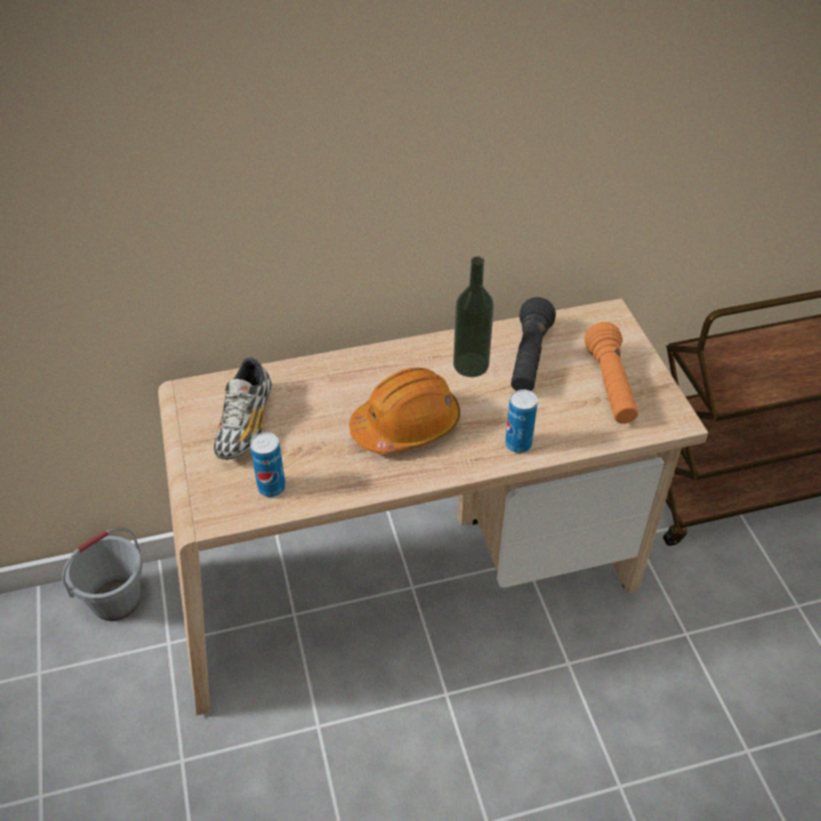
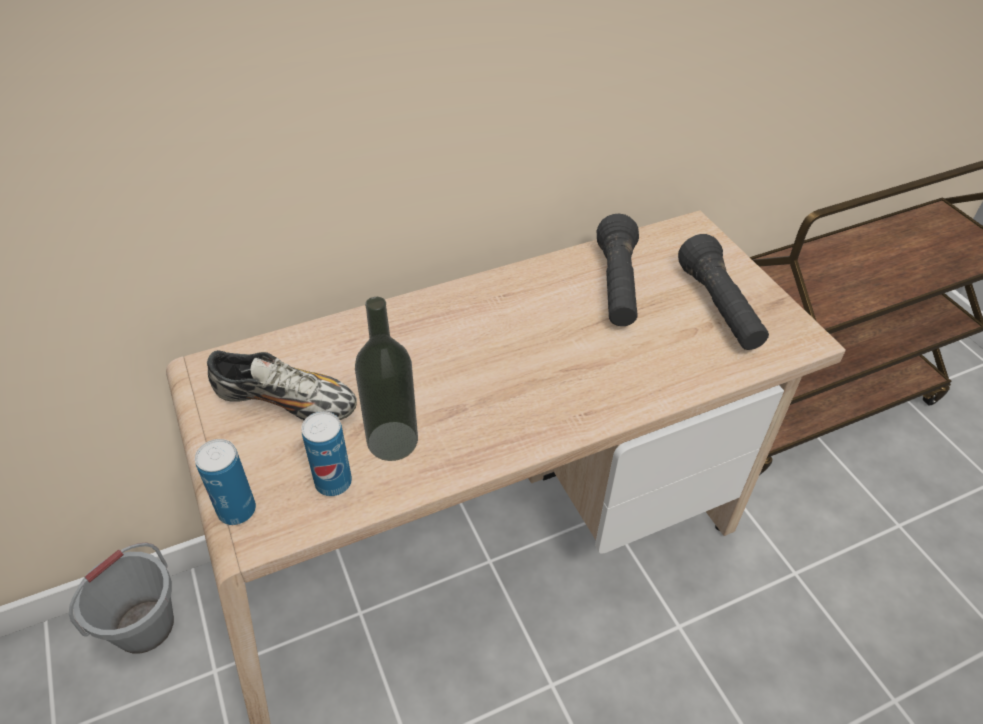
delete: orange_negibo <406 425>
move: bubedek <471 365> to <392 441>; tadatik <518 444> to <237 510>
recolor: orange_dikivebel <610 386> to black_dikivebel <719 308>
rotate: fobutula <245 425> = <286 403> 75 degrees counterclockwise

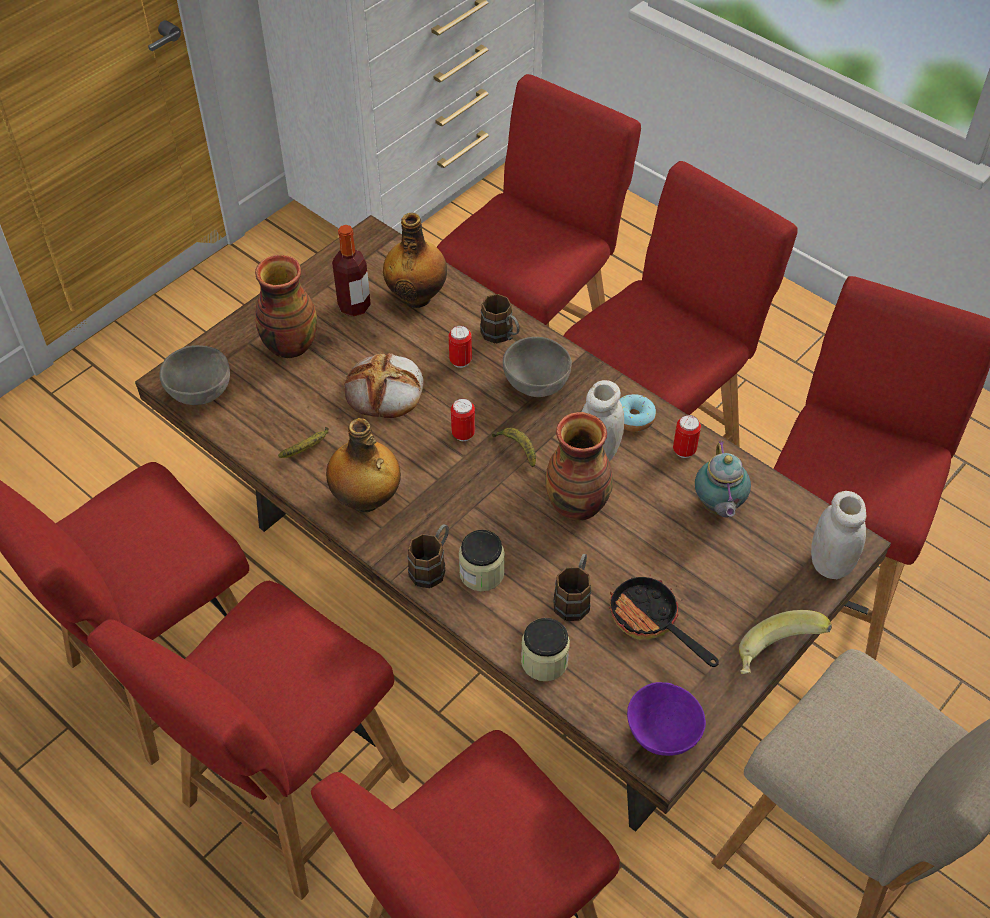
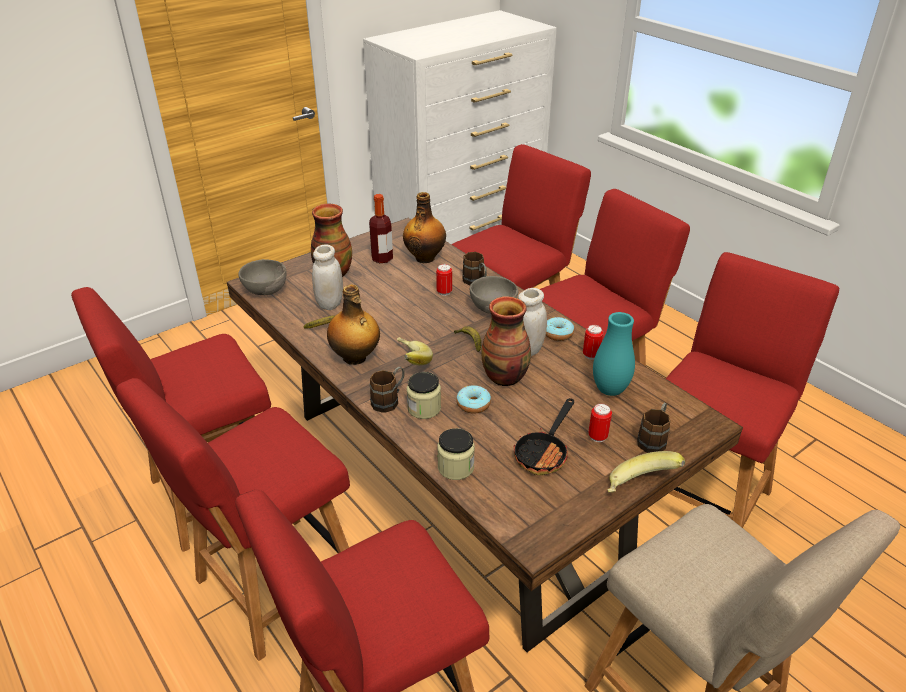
delete: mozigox <385 391>; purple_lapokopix <661 737>
insert: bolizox <409 363>; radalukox <473 404>
move: tadatik <463 434> to <597 436>; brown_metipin <574 598> to <653 439>; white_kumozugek <830 563> to <330 304>
replace: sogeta <717 507> to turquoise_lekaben <610 390>
rotate: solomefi <651 621> = <544 453> 120 degrees counterclockwise

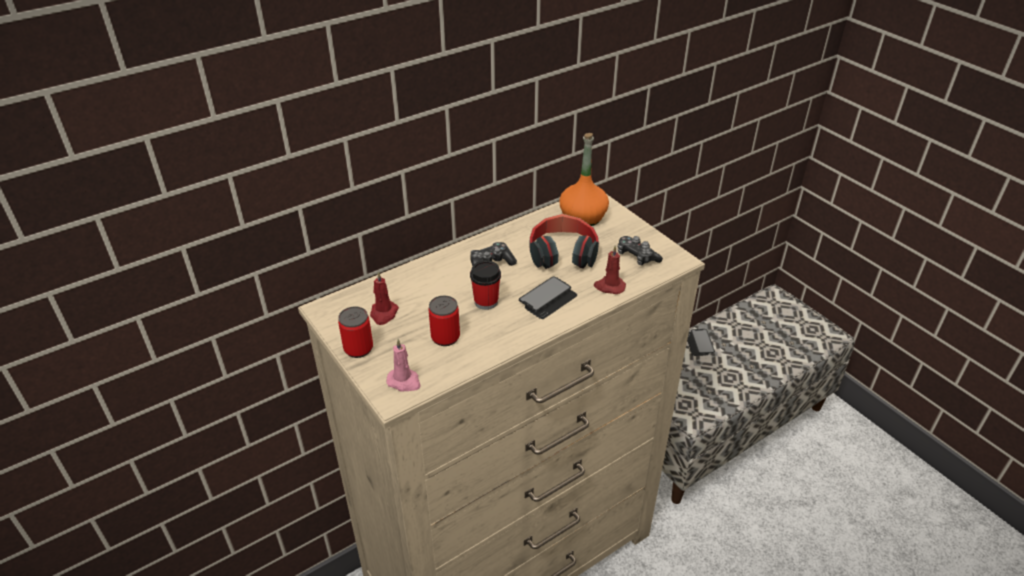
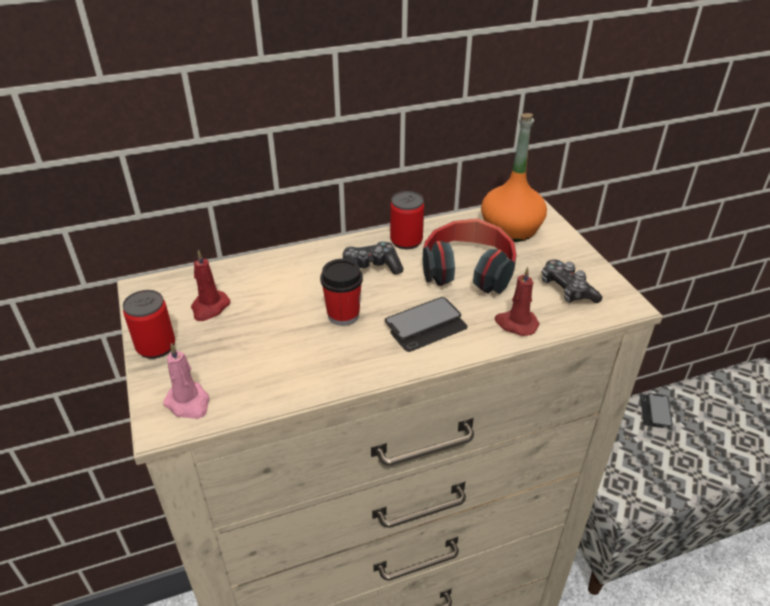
move: tadatik <445 337> to <406 241>

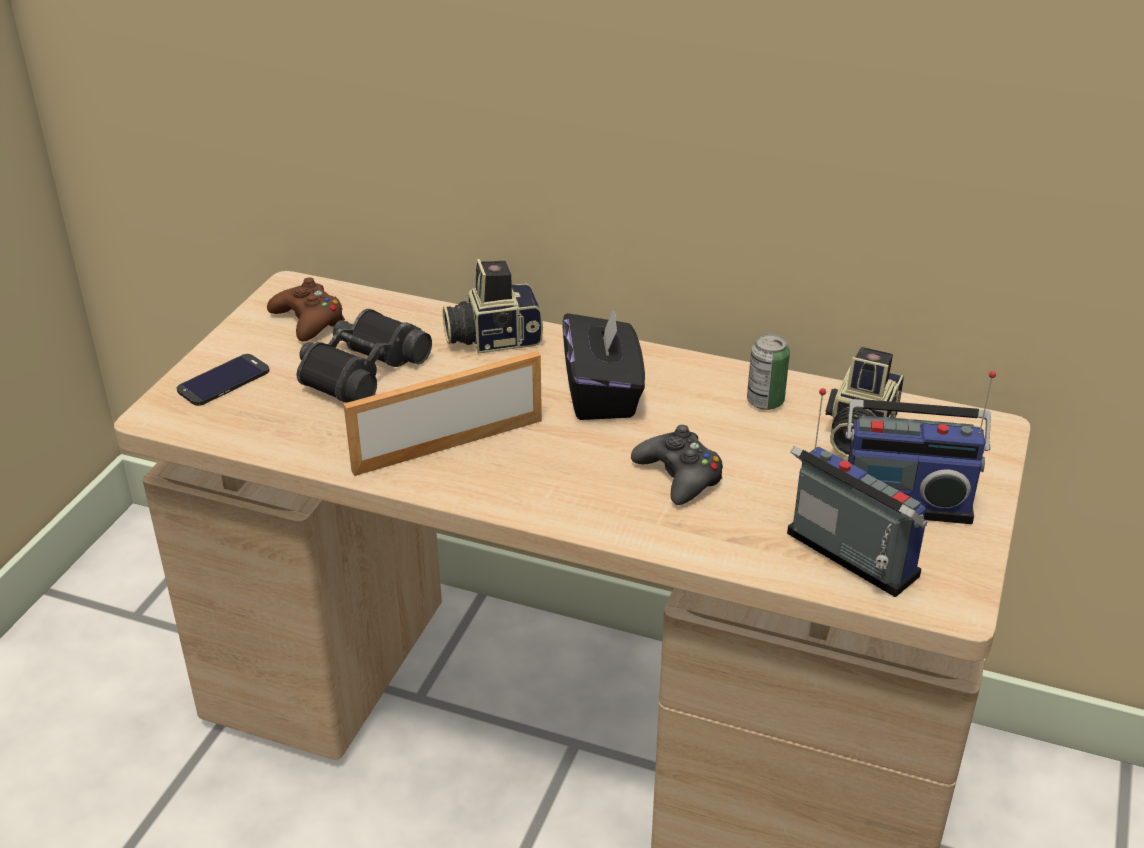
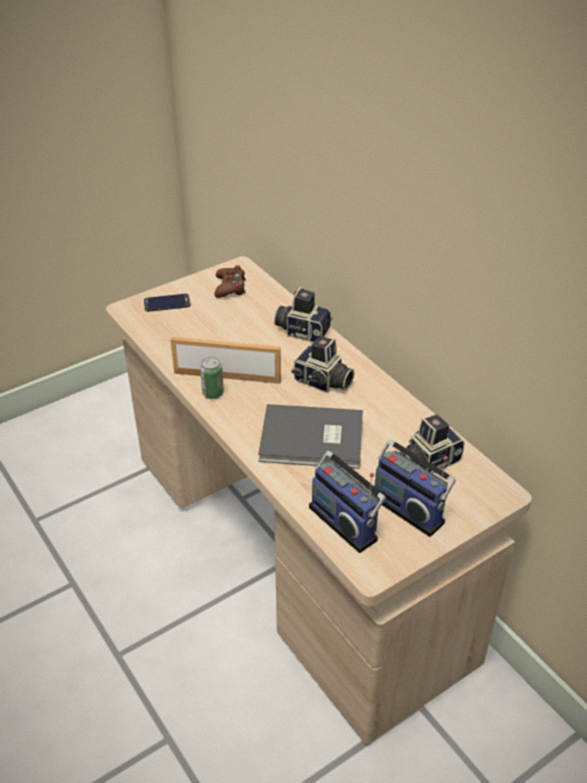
delete: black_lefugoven <360 370>
move: tadatik <765 401> to <213 393>
replace: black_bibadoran <602 394> to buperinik <323 382>; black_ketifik <679 476> to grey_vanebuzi <313 441>
rotate: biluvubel <847 559> = <346 521> 150 degrees clockwise

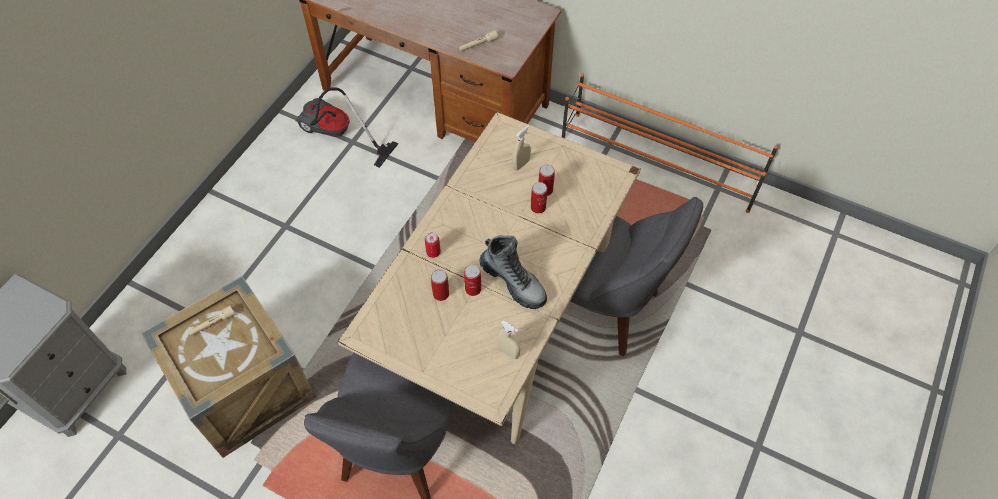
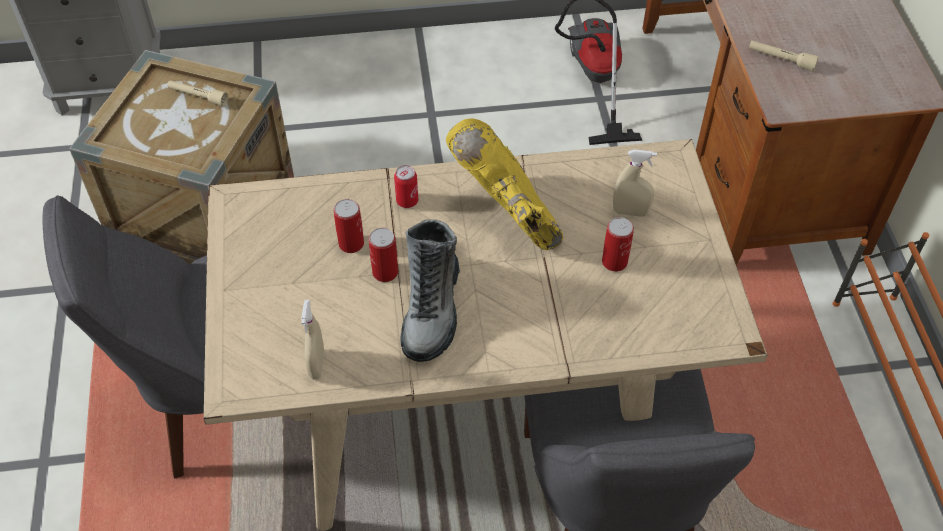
delete: tadatik <538 207>
insert: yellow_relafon <507 216>

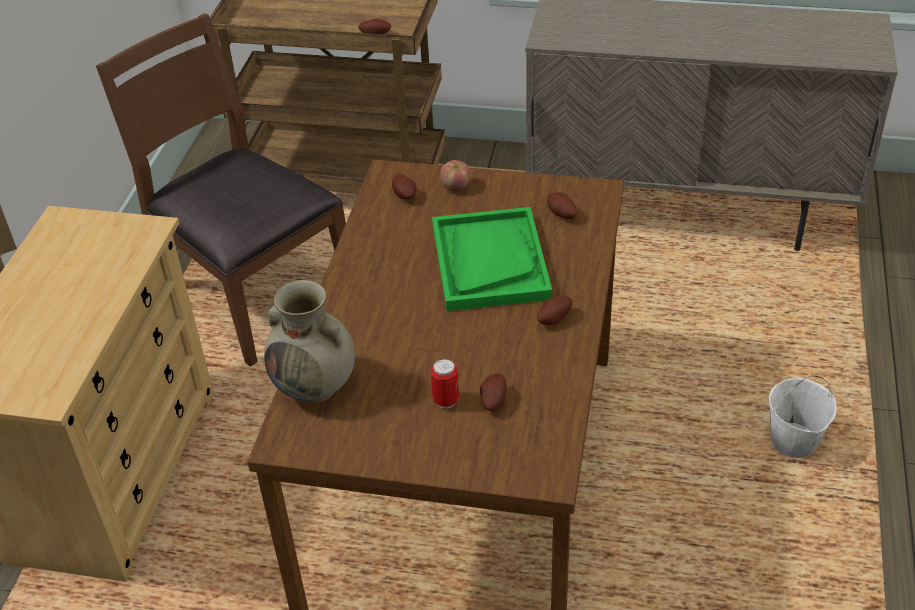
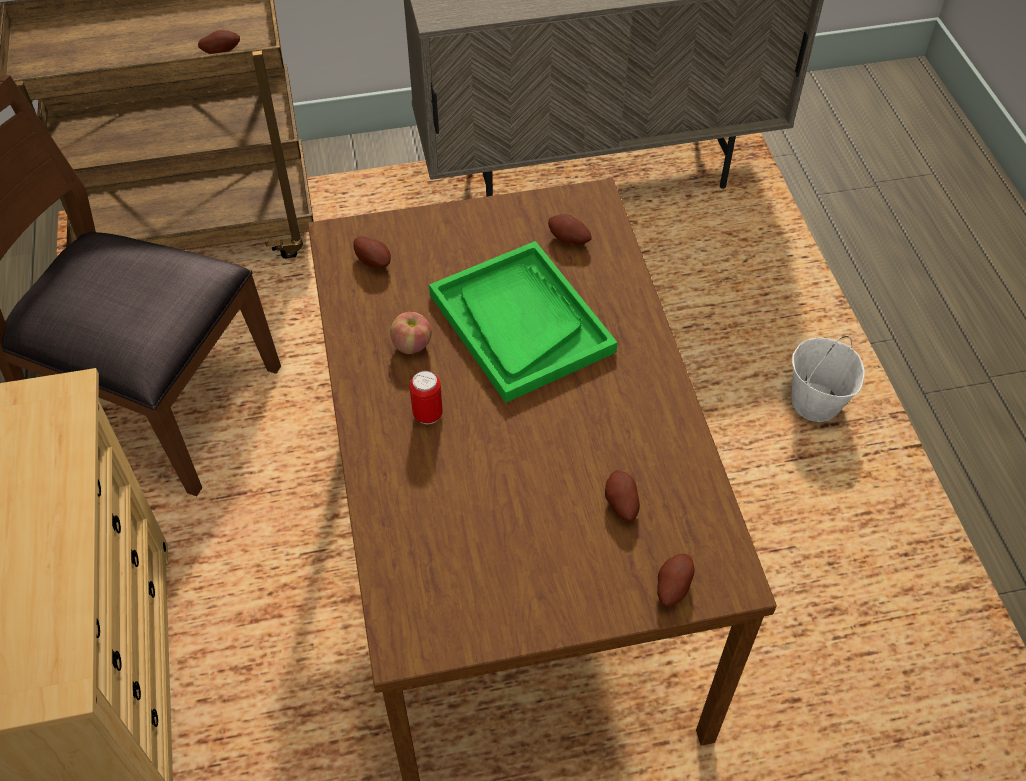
delete: beige_lekaben <316 386>
move: tadatik <446 400> to <428 415>; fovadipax <456 187> to <412 345>; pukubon <553 318> to <672 587>

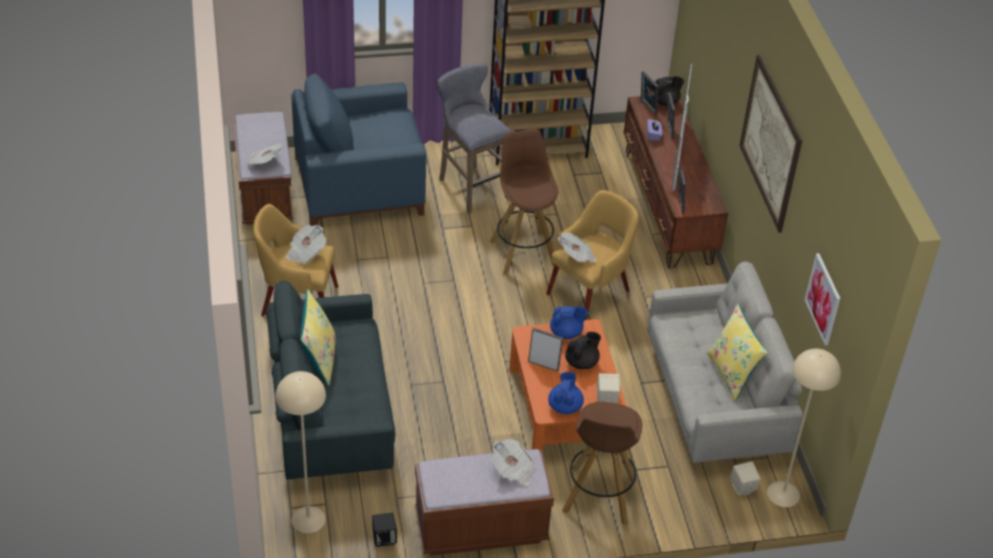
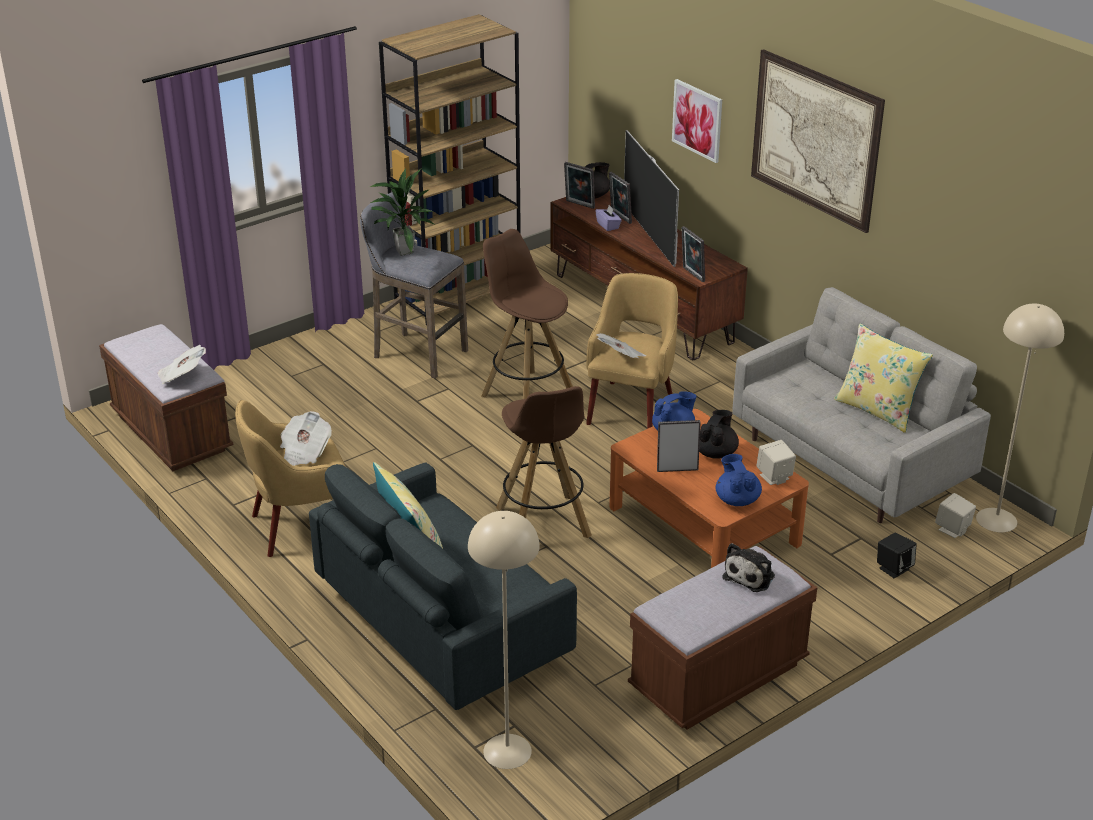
delete: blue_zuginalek <360 184>
insert: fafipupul <403 251>
move: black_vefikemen <384 538> to <894 568>; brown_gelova <599 497> to <543 524>; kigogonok <823 299> to <697 120>
replace: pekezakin <513 470> to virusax <751 575>

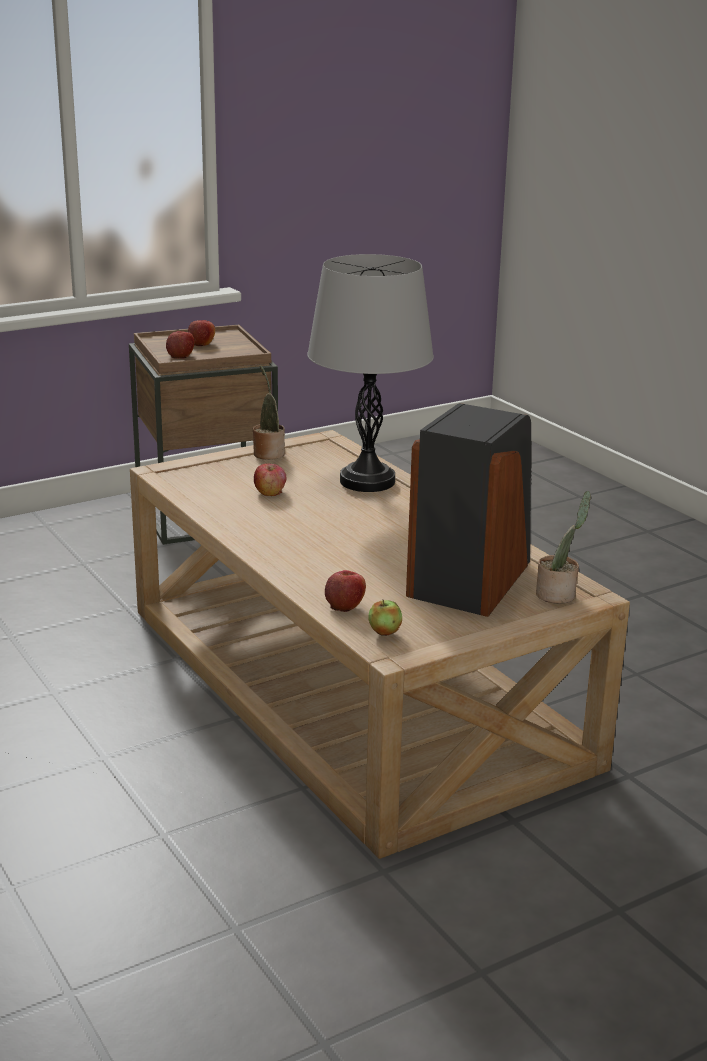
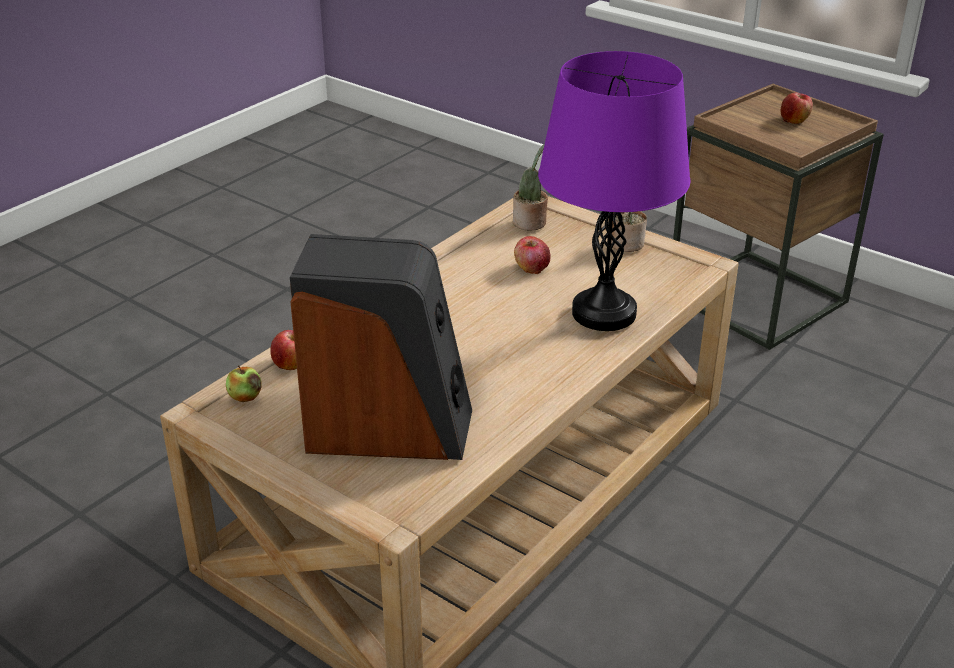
delete: fovadipax <180 355>
move: fafipupul <558 594> to <530 223>
recolor: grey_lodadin <367 481> to purple_lodadin <604 313>

